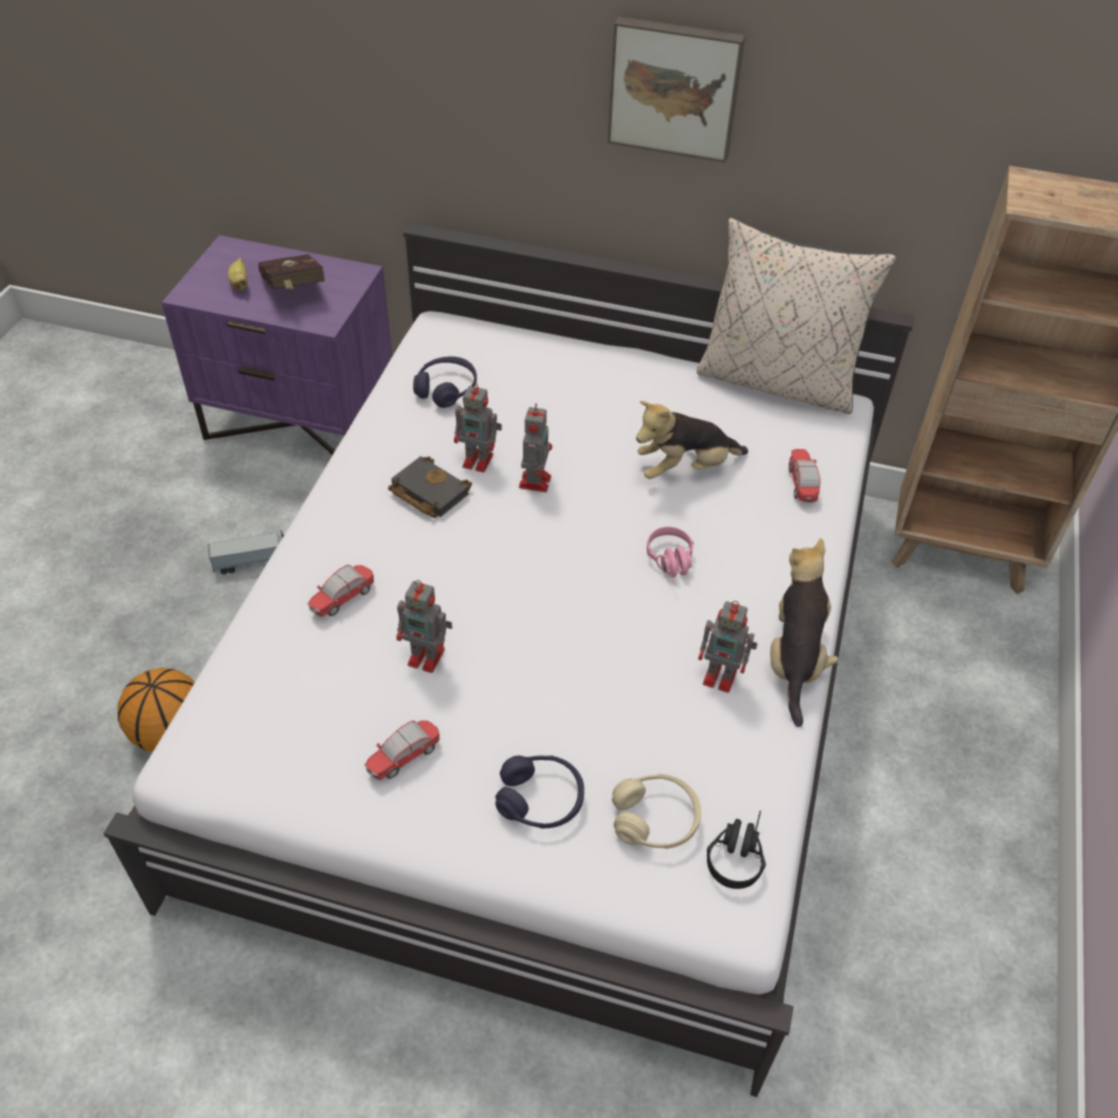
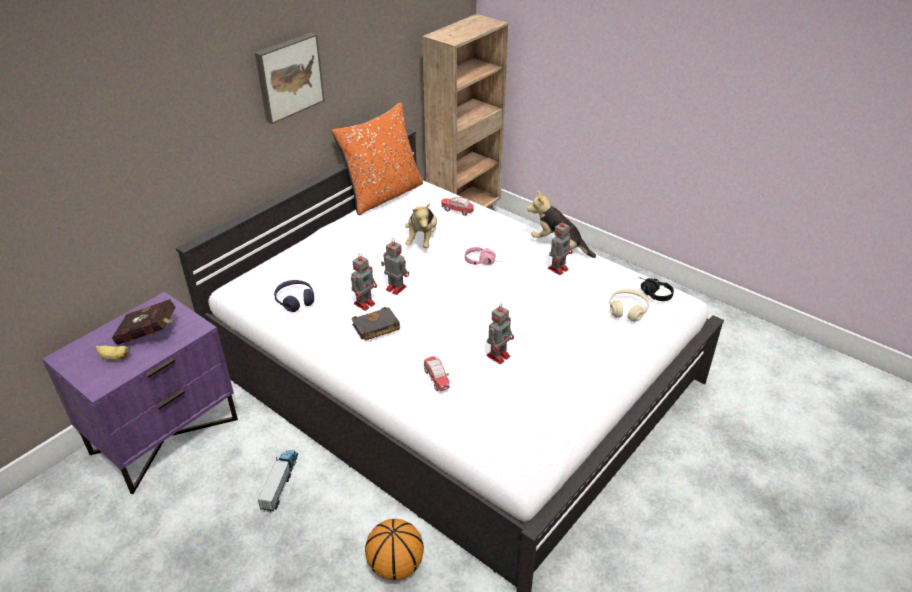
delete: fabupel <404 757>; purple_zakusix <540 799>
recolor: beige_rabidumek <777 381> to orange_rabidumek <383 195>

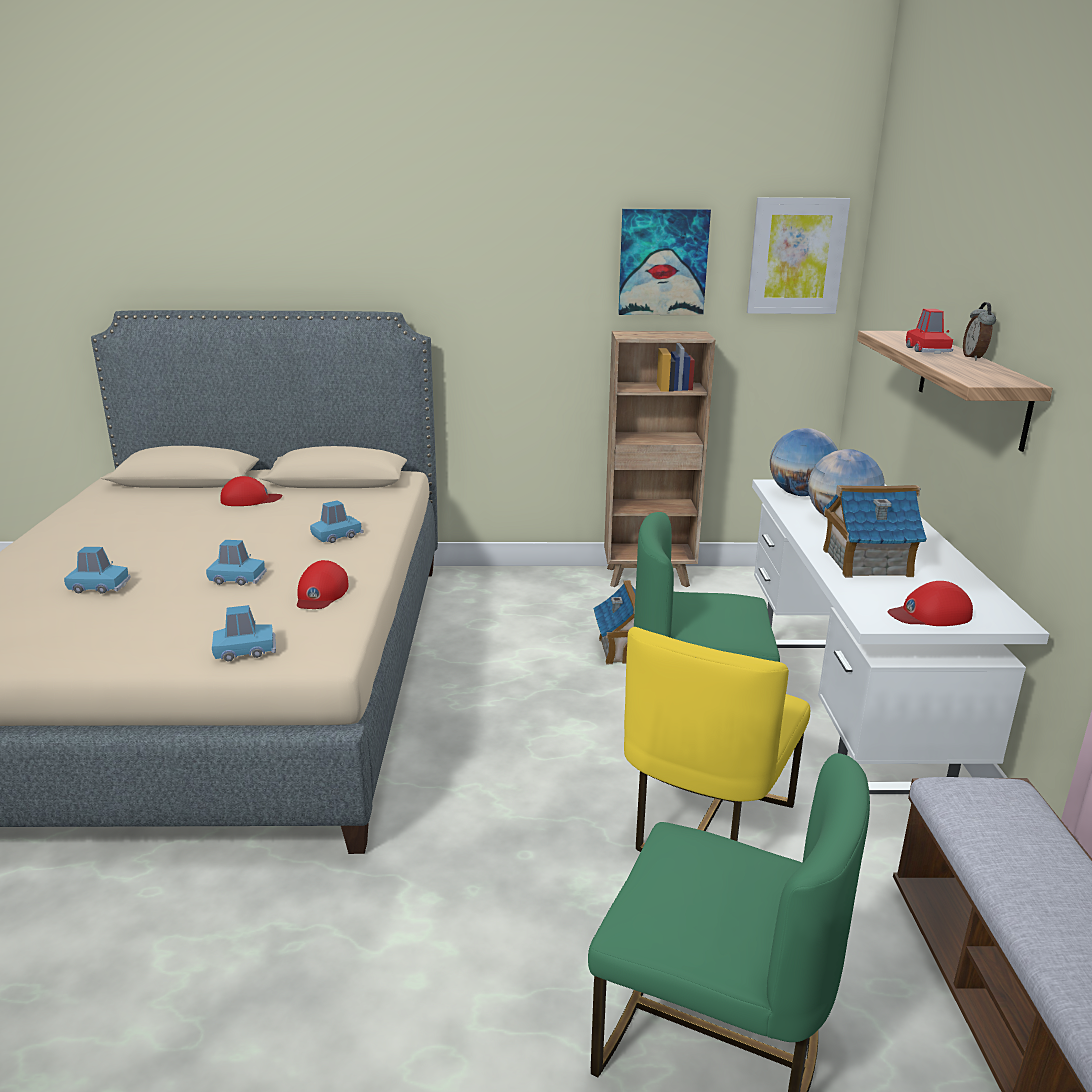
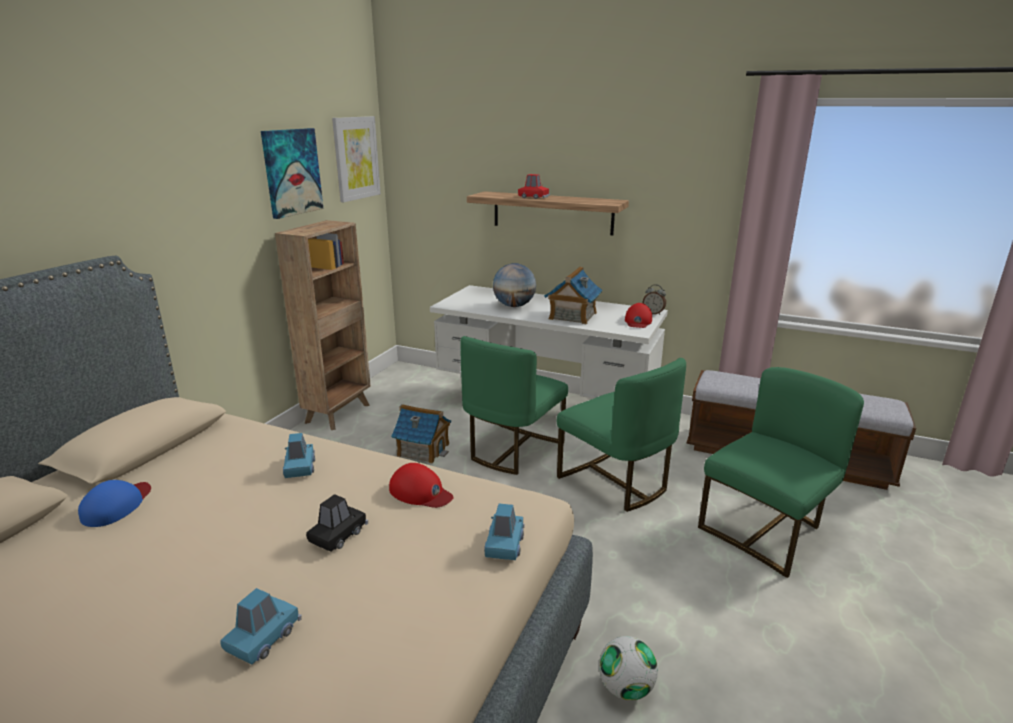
delete: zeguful <800 494>
insert: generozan <625 688>
move: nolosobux <974 358> to <653 313>
recolor: blue_fabupel <237 578> to black_fabupel <338 535>; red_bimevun <250 499> to blue_bimevun <117 505>; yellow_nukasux <705 823> to green_nukasux <615 482>

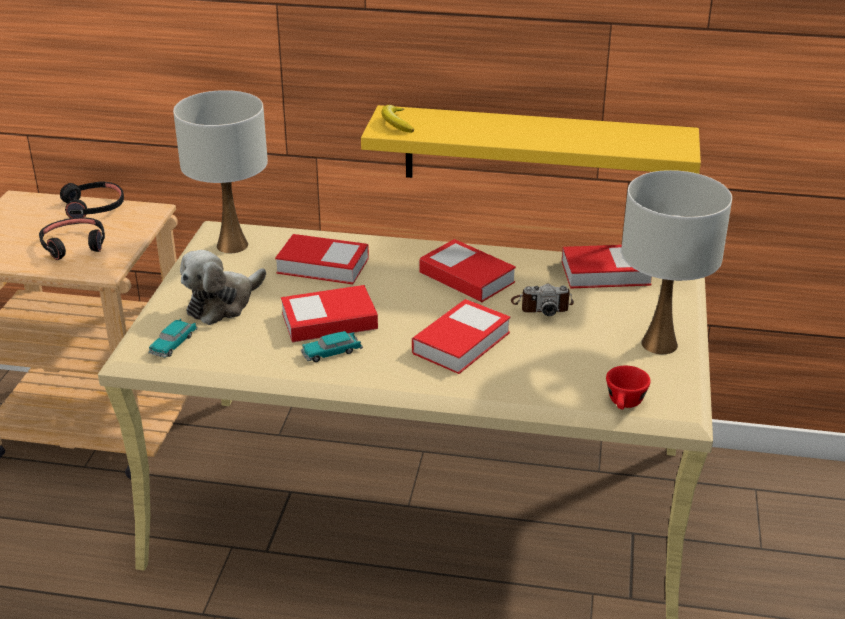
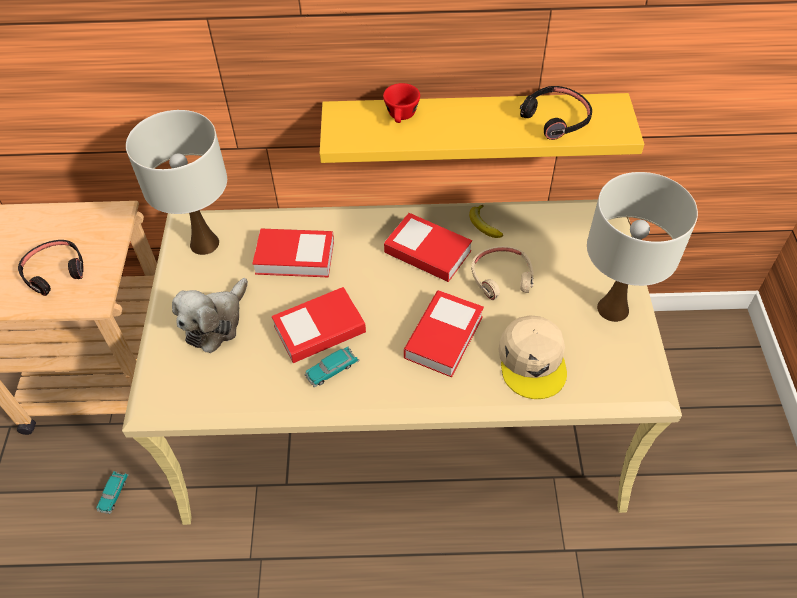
delete: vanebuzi <605 273>
insert: beige_bimevun <532 361>
move: black_zakusix <94 207> to <555 118>; fabupel <173 344> to <113 494>; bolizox <396 123> to <483 225>; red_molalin <625 404> to <401 117>
replace: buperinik <541 306> to beige_zakusix <501 277>

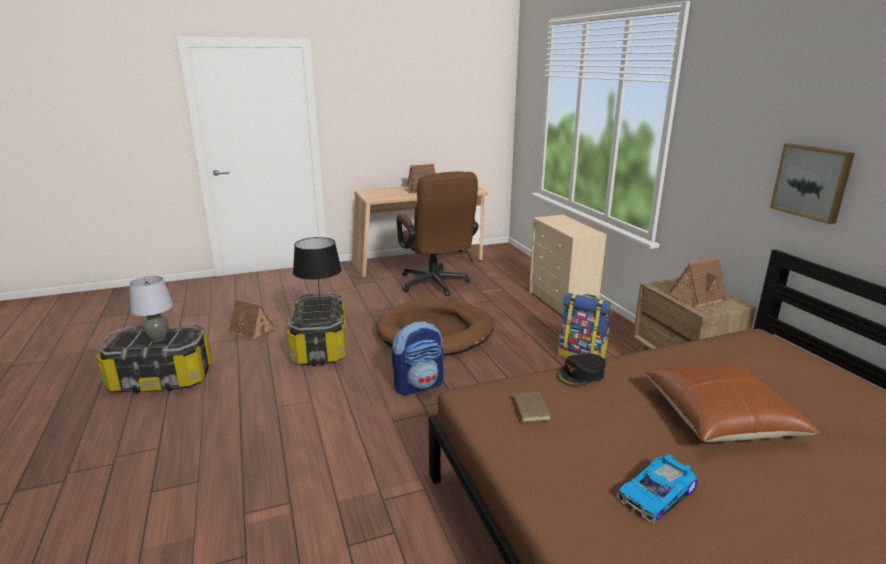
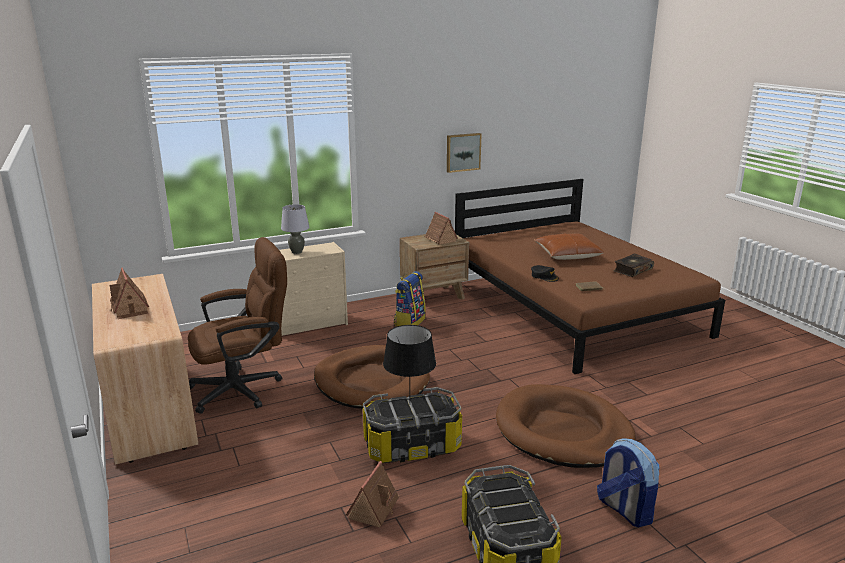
insert: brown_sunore <563 431>
move: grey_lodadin <158 339> to <297 252>; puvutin <419 385> to <624 510>
replace: fabupel <658 495> to vanebuzi <632 270>

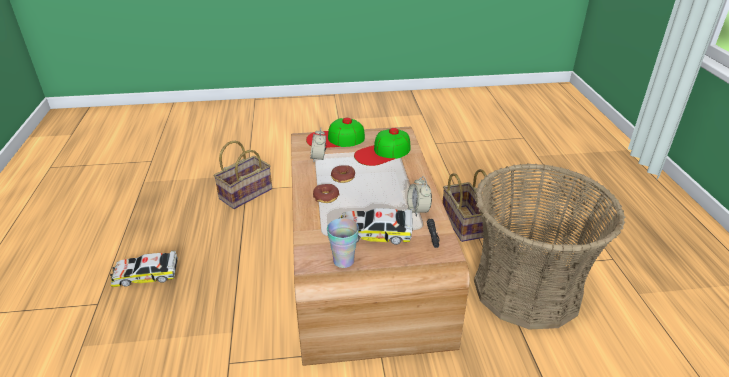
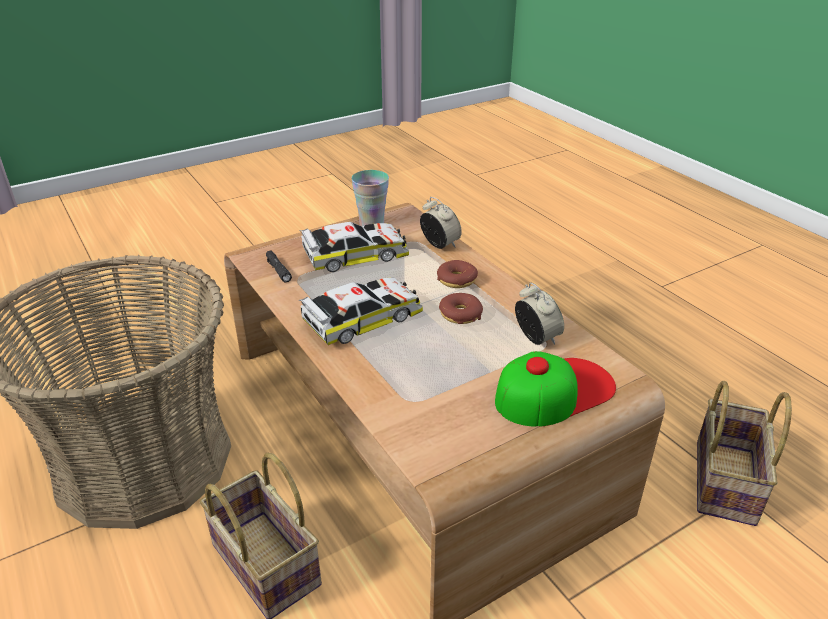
delete: bimevun <383 152>
move: fabupel <146 275> to <363 319>; nolosobux <418 210> to <440 245>

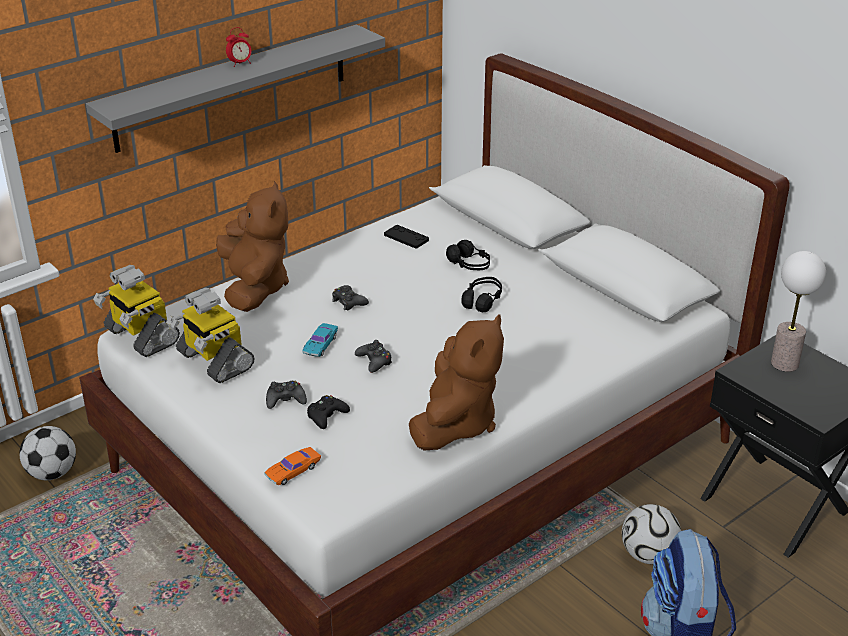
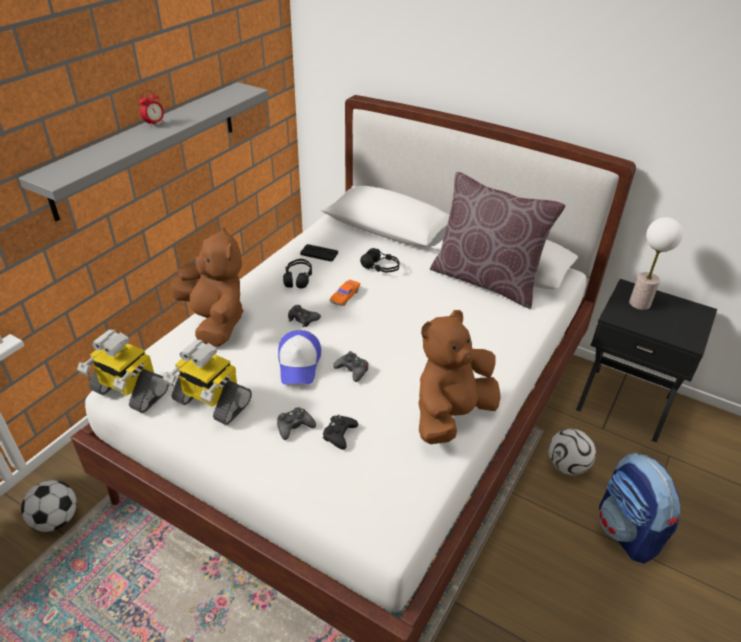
insert: brown_rabidumek <486 280>
move: orange_fabupel <293 470> to <345 296>; black_zakusix <482 301> to <298 279>
replace: turquoise_fabupel <320 344> to bimevun <299 364>
rotate: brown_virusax <455 424> = <451 415> 135 degrees counterclockwise

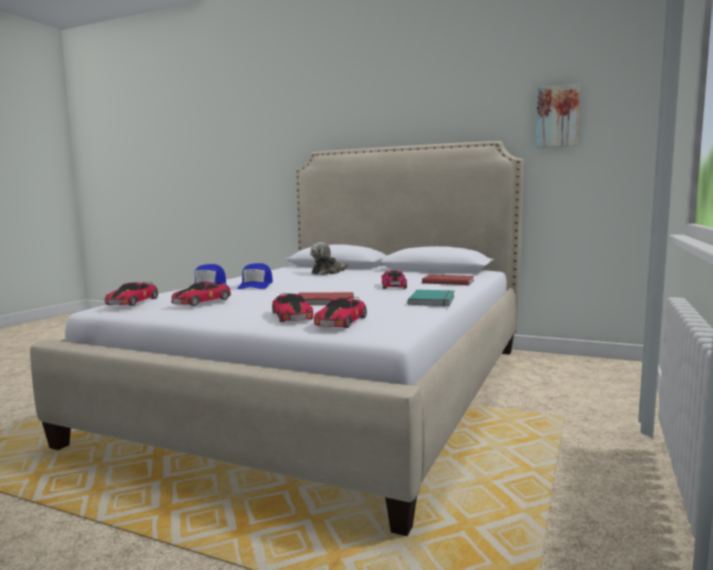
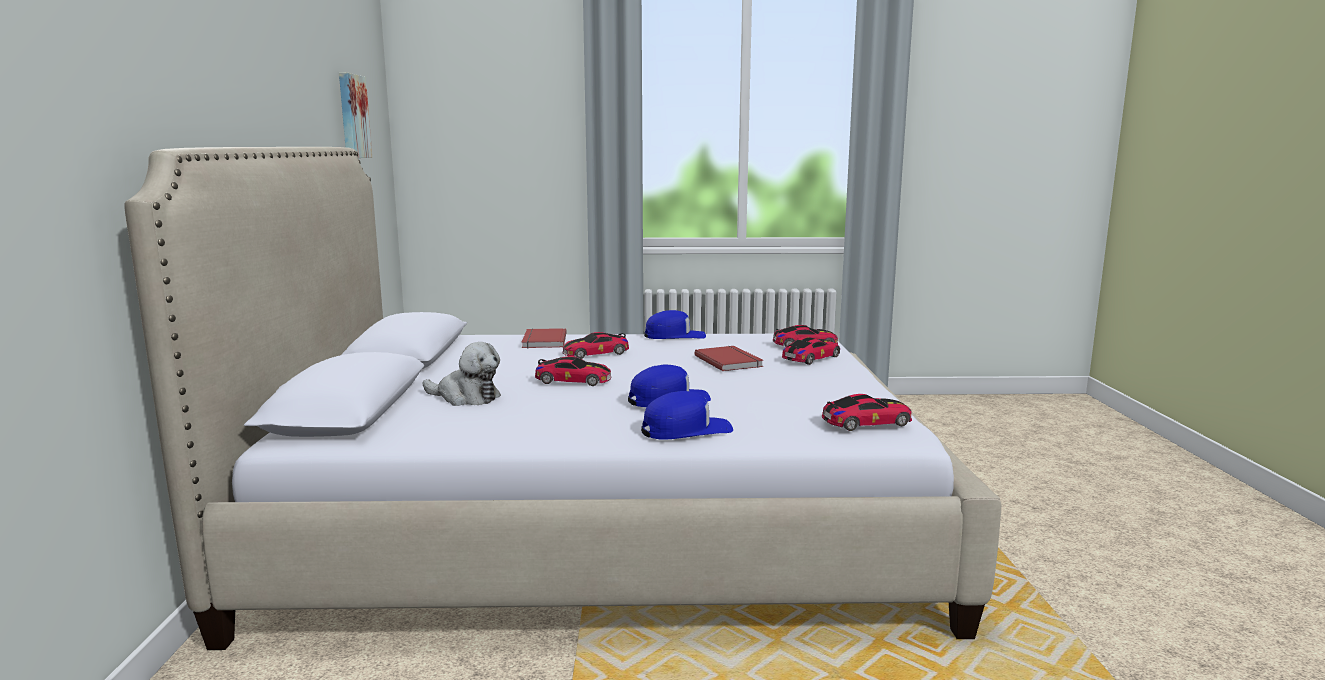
move: fabupel <202 301> to <573 380>
replace: turquoise_vanebuzi <434 300> to blue_bimevun <675 336>

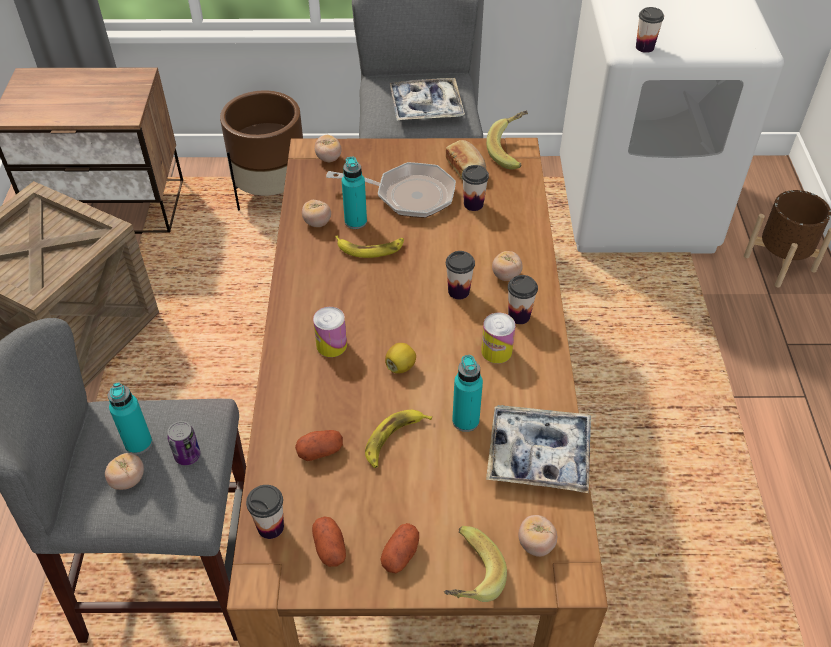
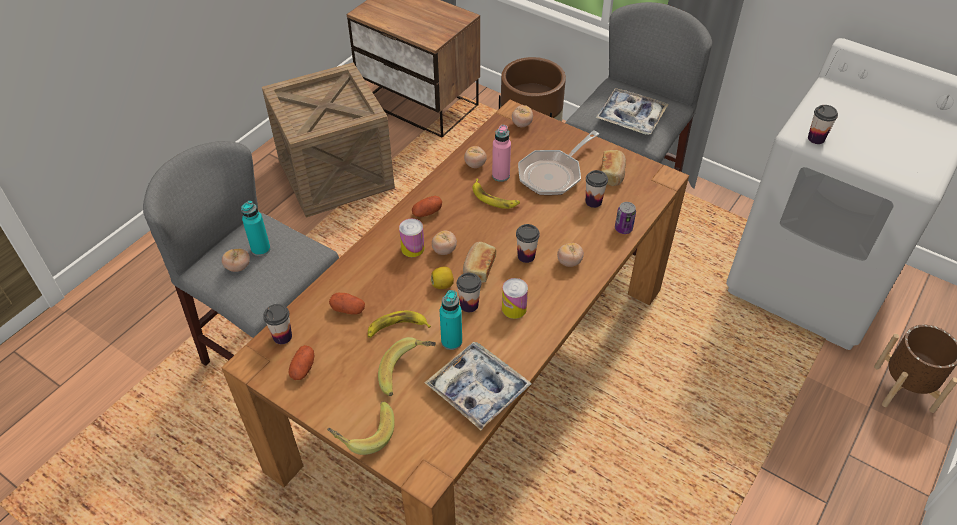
insert: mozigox <478 268>
move: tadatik <187 455> to <623 228>; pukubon <400 554> to <427 212>; bolizox <512 151> to <408 373>; molalin <519 316> to <469 305>; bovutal <536 544> to <444 250>
recolor: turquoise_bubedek <355 221> to pink_bubedek <501 175>
rotate: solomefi <408 195> = <553 174> 90 degrees clockwise

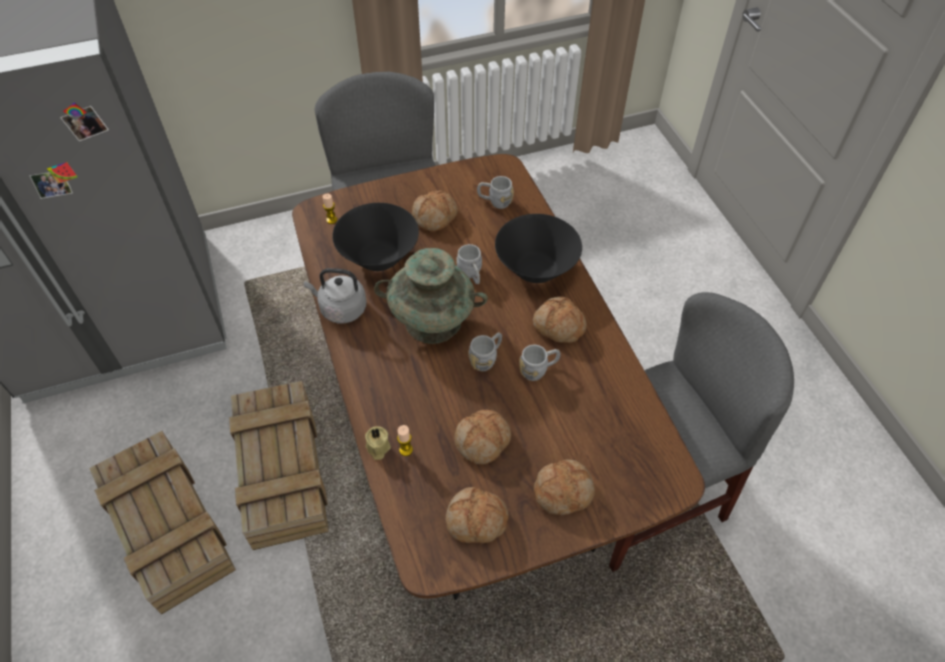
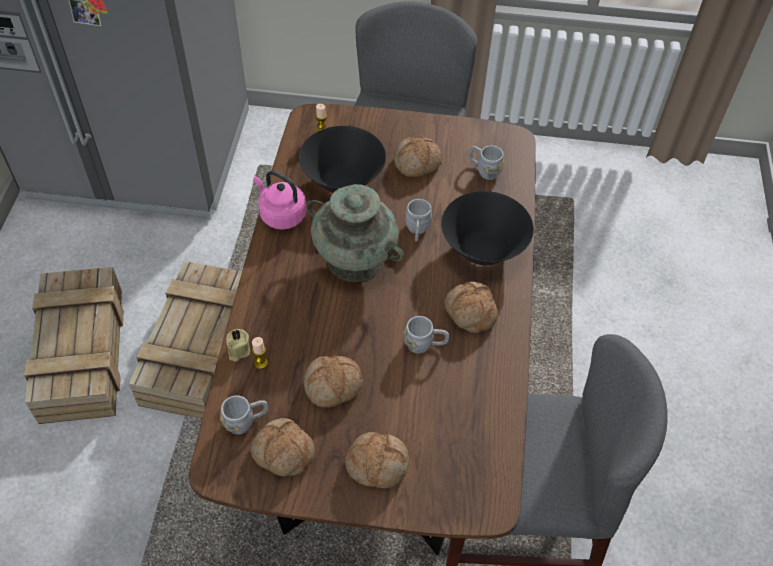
move: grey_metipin <487 358> to <246 421>
recolor: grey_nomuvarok <341 309> to pink_nomuvarok <281 215>

